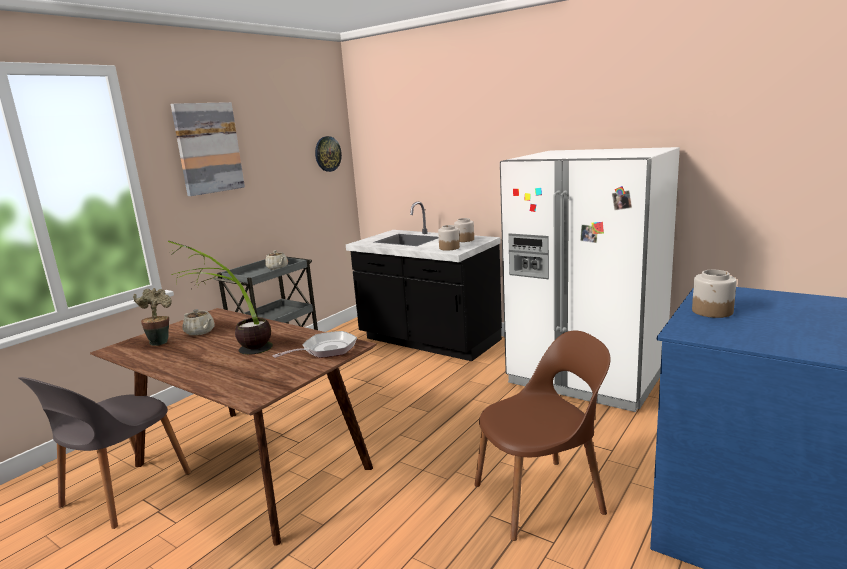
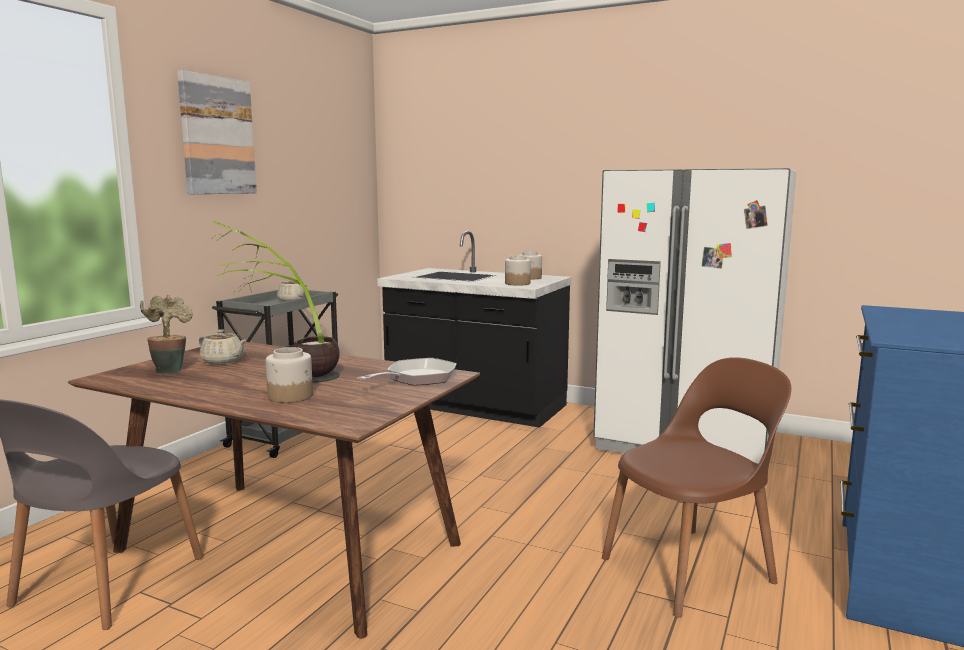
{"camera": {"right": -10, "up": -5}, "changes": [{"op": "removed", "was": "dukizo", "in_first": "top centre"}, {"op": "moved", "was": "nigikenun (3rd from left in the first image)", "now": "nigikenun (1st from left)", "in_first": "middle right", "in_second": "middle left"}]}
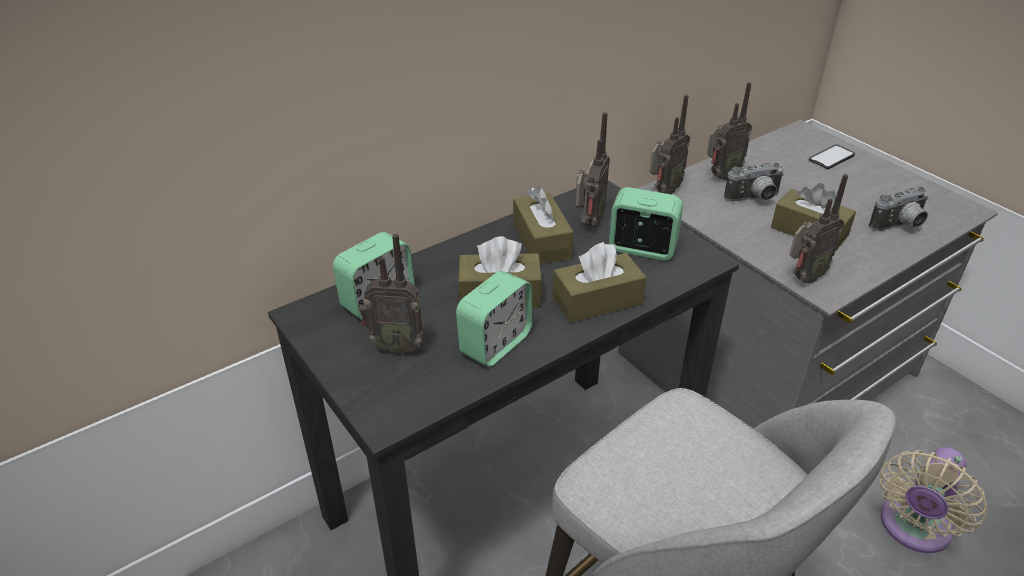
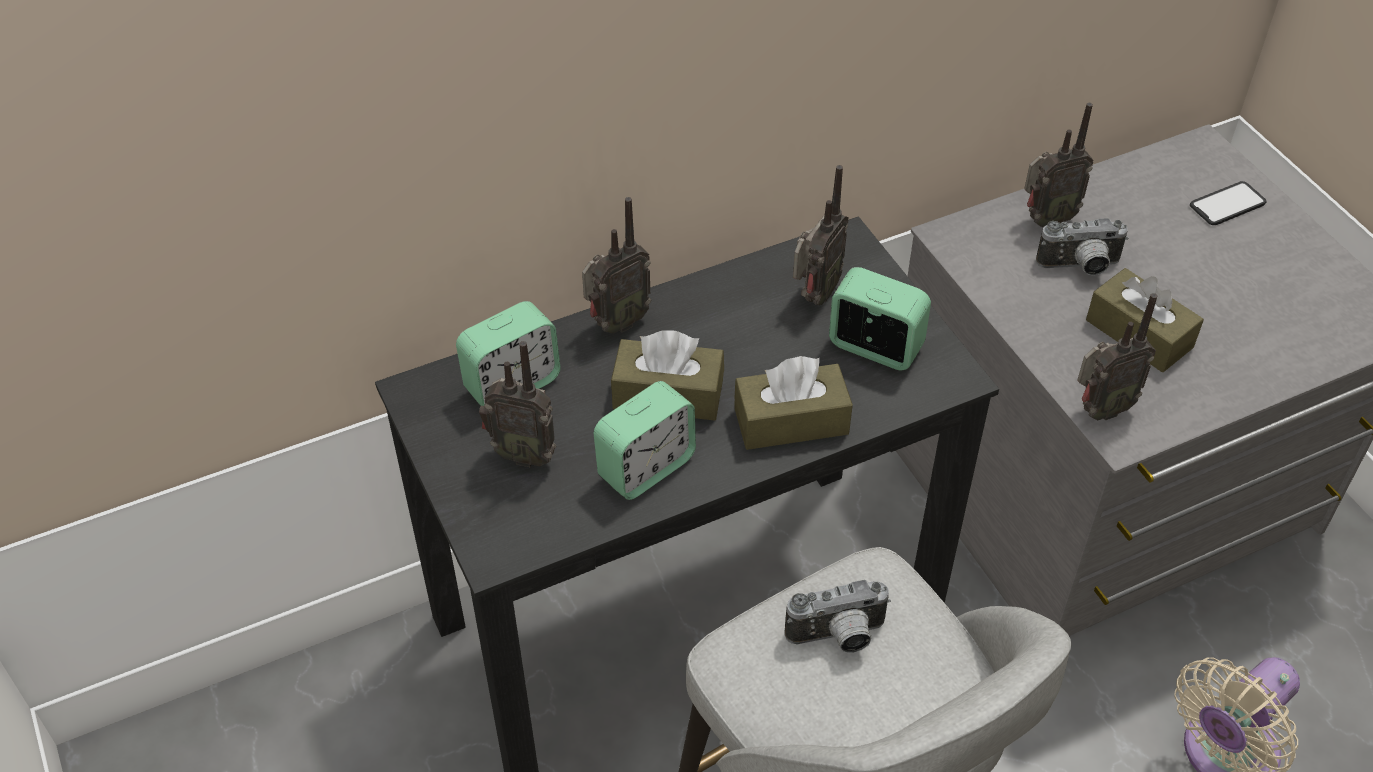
{"camera": {"right": 10, "up": 10}, "changes": [{"op": "removed", "was": "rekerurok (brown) (2nd from left)", "in_first": "centre"}, {"op": "moved", "was": "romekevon (3rd from left in the first image)", "now": "romekevon (2nd from left)", "in_first": "top centre", "in_second": "centre"}, {"op": "moved", "was": "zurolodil (2nd from left in the first image)", "now": "zurolodil (1st from left)", "in_first": "middle right", "in_second": "bottom centre"}]}
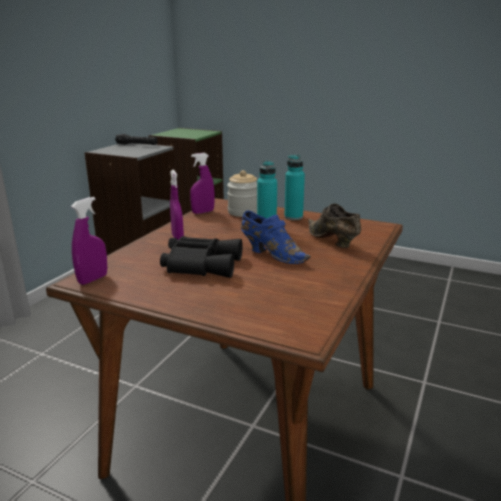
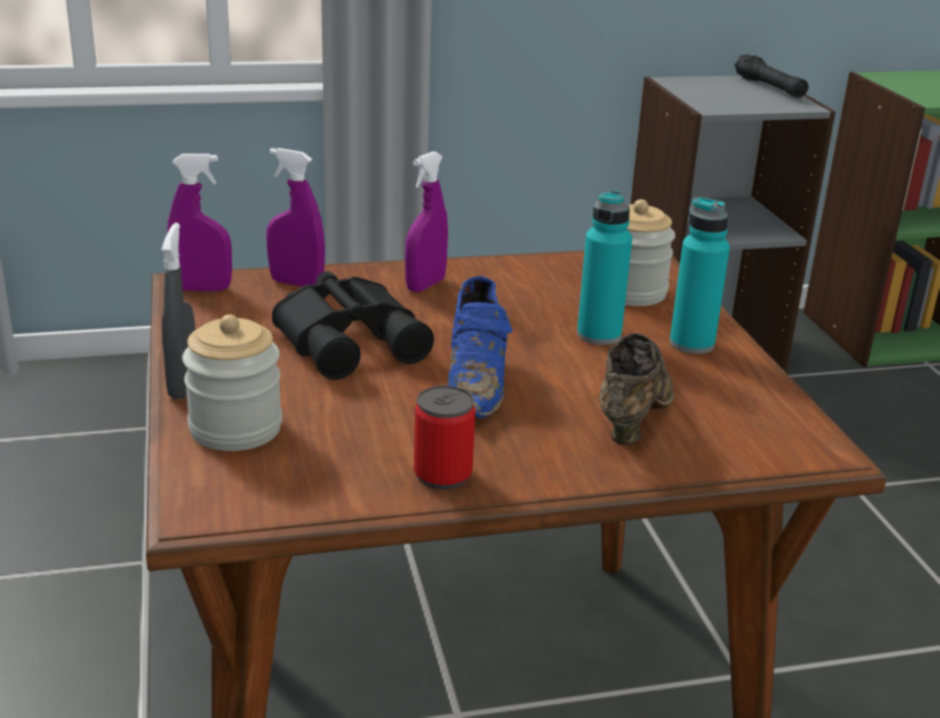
{"camera": {"right": 50, "up": 5}, "changes": [{"op": "moved", "was": "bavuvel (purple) (3rd from left in the first image)", "now": "bavuvel (purple) (2nd from left)", "in_first": "centre", "in_second": "top left"}, {"op": "added", "now": "bavuvel (grey)", "in_second": "middle left"}, {"op": "added", "now": "nigikenun (1st from left)", "in_second": "middle left"}, {"op": "added", "now": "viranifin", "in_second": "centre"}]}
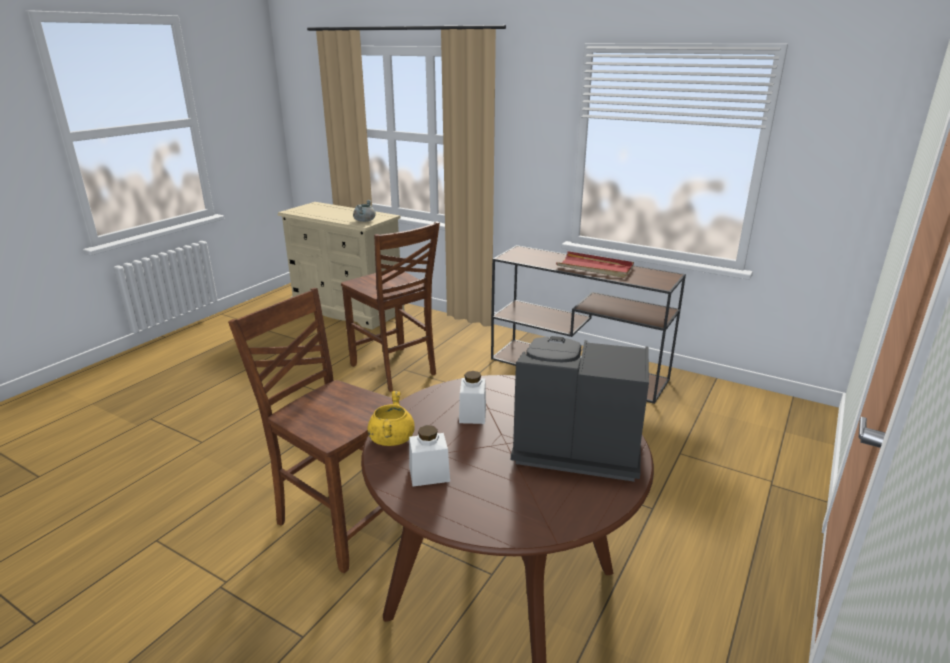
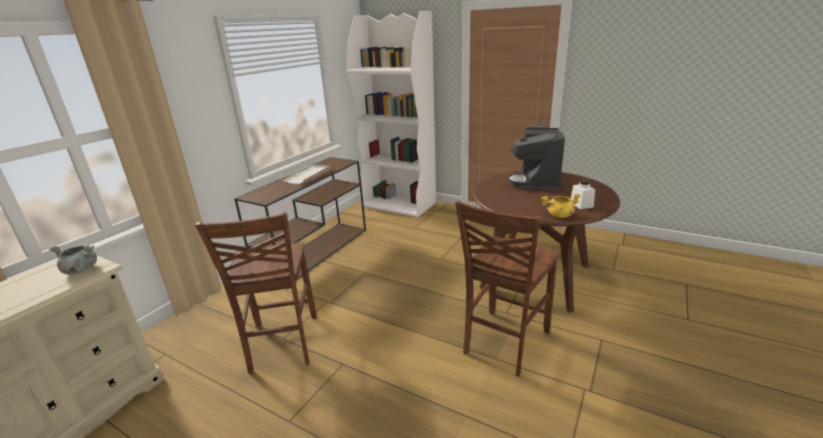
{"camera": {"right": -90, "up": 0}, "changes": [{"op": "turned", "was": "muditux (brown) (2nd from left in the first image)", "in_first": "centre", "in_second": "bottom left", "clockwise": 120}, {"op": "removed", "was": "nigikenun (white) (2nd from left)", "in_first": "centre"}, {"op": "recoloured", "was": "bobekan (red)", "now": "bobekan (white)", "in_first": "centre", "in_second": "centre"}, {"op": "added", "now": "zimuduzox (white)", "in_second": "top centre"}]}
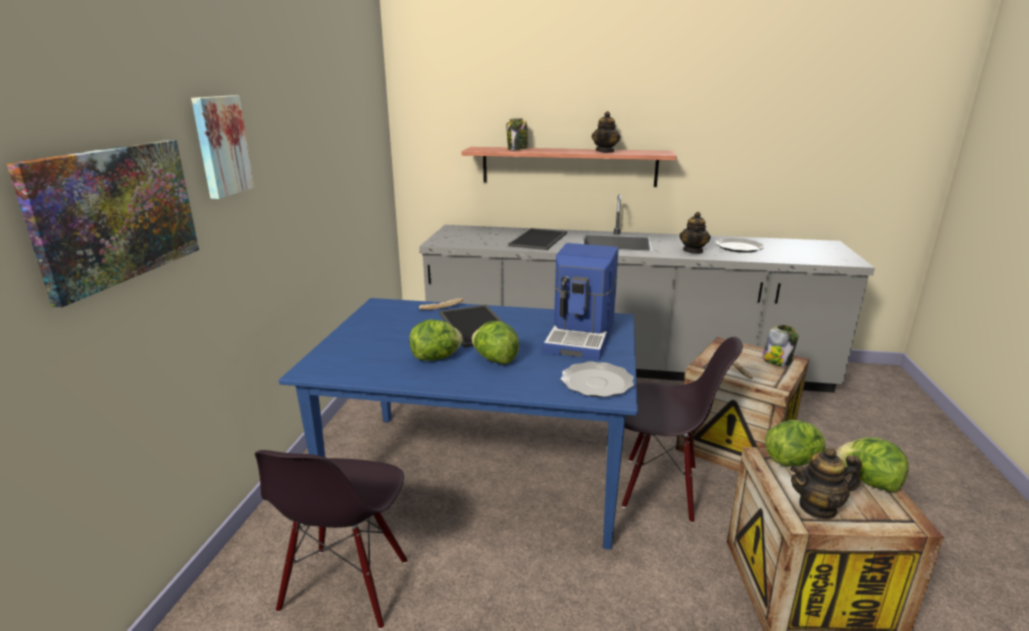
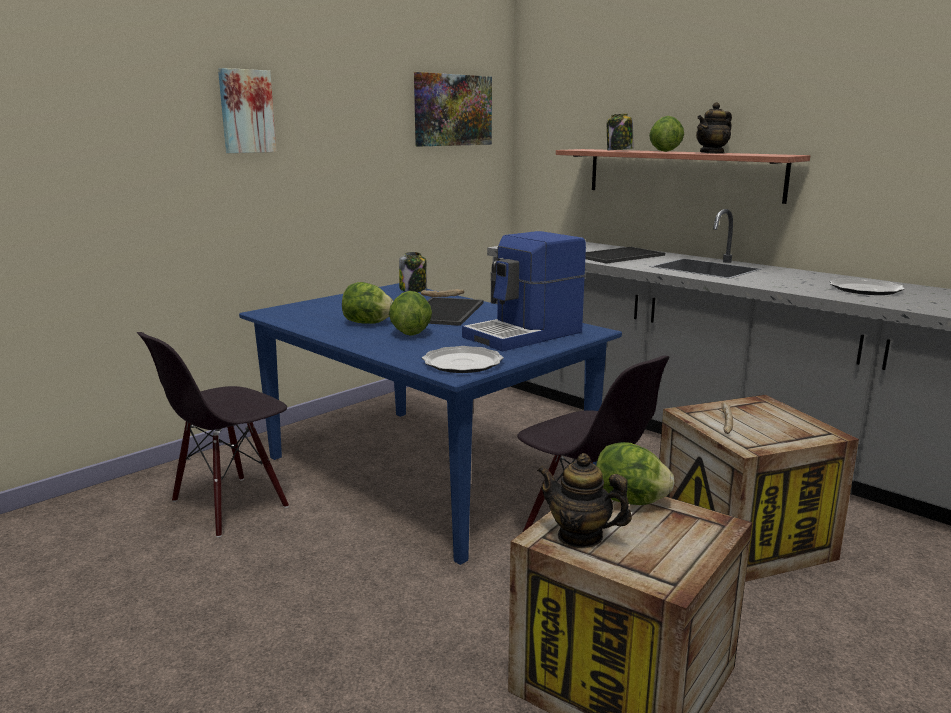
{"camera": {"right": 35, "up": -5}, "changes": [{"op": "moved", "was": "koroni (1st from left in the first image)", "now": "koroni (2nd from left)", "in_first": "middle left", "in_second": "top centre"}, {"op": "removed", "was": "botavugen (2nd from left)", "in_first": "middle right"}, {"op": "moved", "was": "nigikenun (2nd from left in the first image)", "now": "nigikenun (1st from left)", "in_first": "middle right", "in_second": "centre"}, {"op": "moved", "was": "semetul (4th from left)", "in_first": "bottom right", "in_second": "top right"}]}
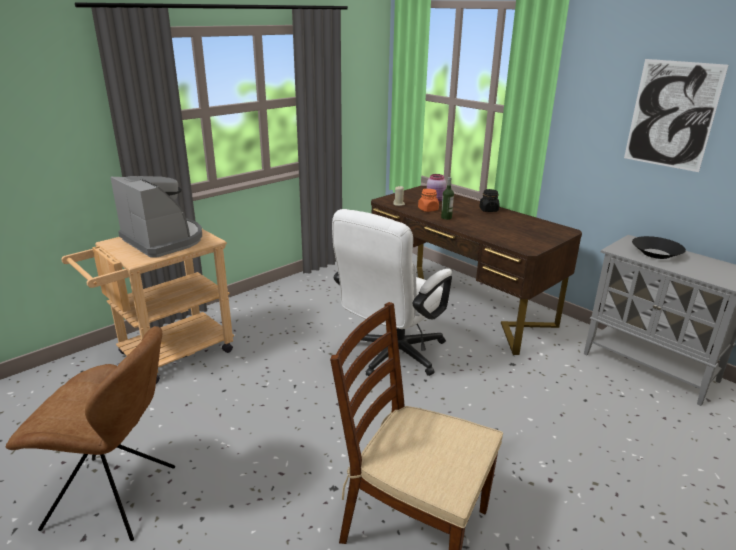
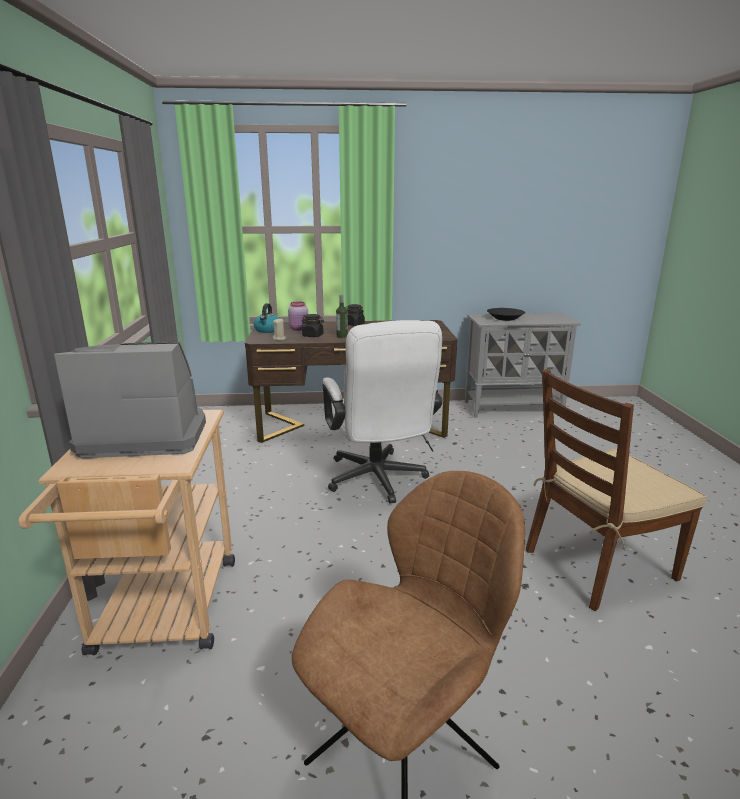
{"camera": {"right": -50, "up": -5}, "changes": [{"op": "recoloured", "was": "nigikenun (orange)", "now": "nigikenun (black) (1st from left)", "in_first": "centre", "in_second": "centre"}, {"op": "removed", "was": "koroni", "in_first": "top right"}, {"op": "added", "now": "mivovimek", "in_second": "centre"}]}
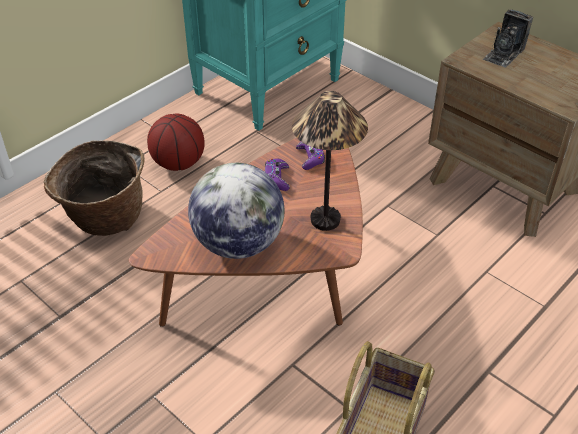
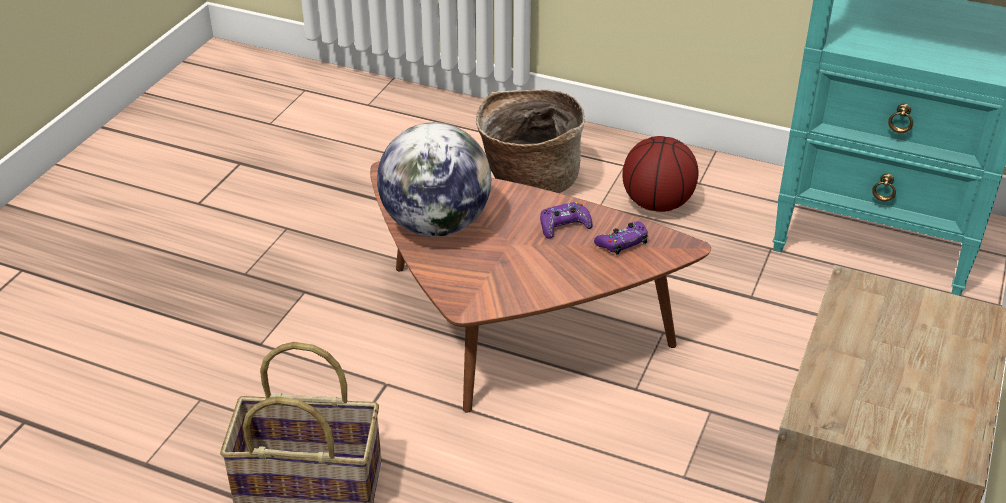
{"camera": {"right": 70, "up": -5}, "changes": [{"op": "removed", "was": "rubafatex", "in_first": "centre"}, {"op": "removed", "was": "zurolodil", "in_first": "top right"}]}
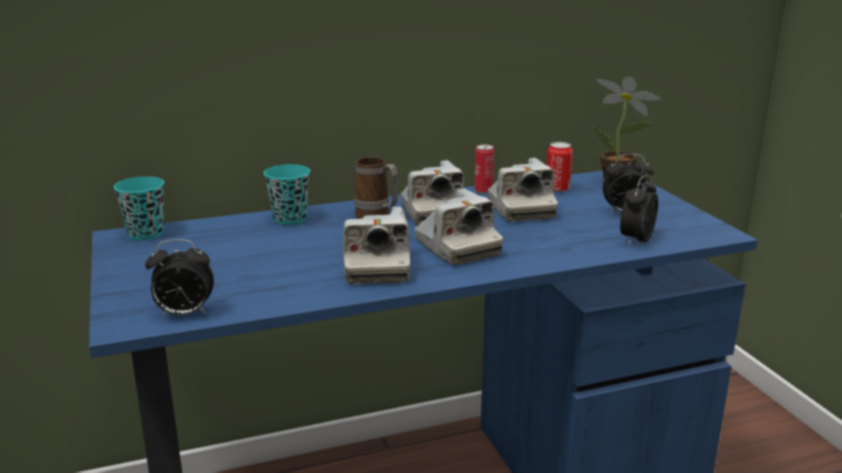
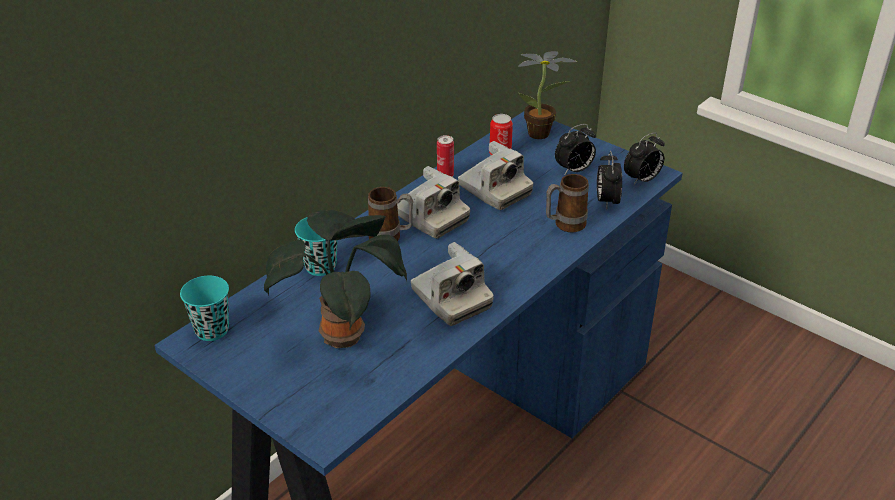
{"camera": {"right": -30, "up": 15}, "changes": [{"op": "moved", "was": "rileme (1st from left in the first image)", "now": "rileme (3rd from left)", "in_first": "middle left", "in_second": "top right"}, {"op": "removed", "was": "zurolodil (3rd from left)", "in_first": "centre"}, {"op": "added", "now": "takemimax (1st from left)", "in_second": "centre"}, {"op": "added", "now": "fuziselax (2nd from left)", "in_second": "centre"}]}
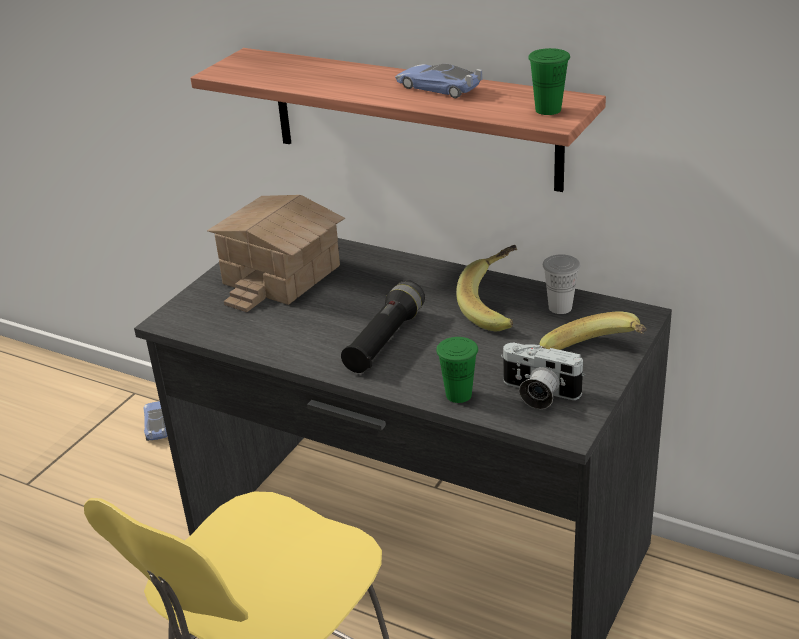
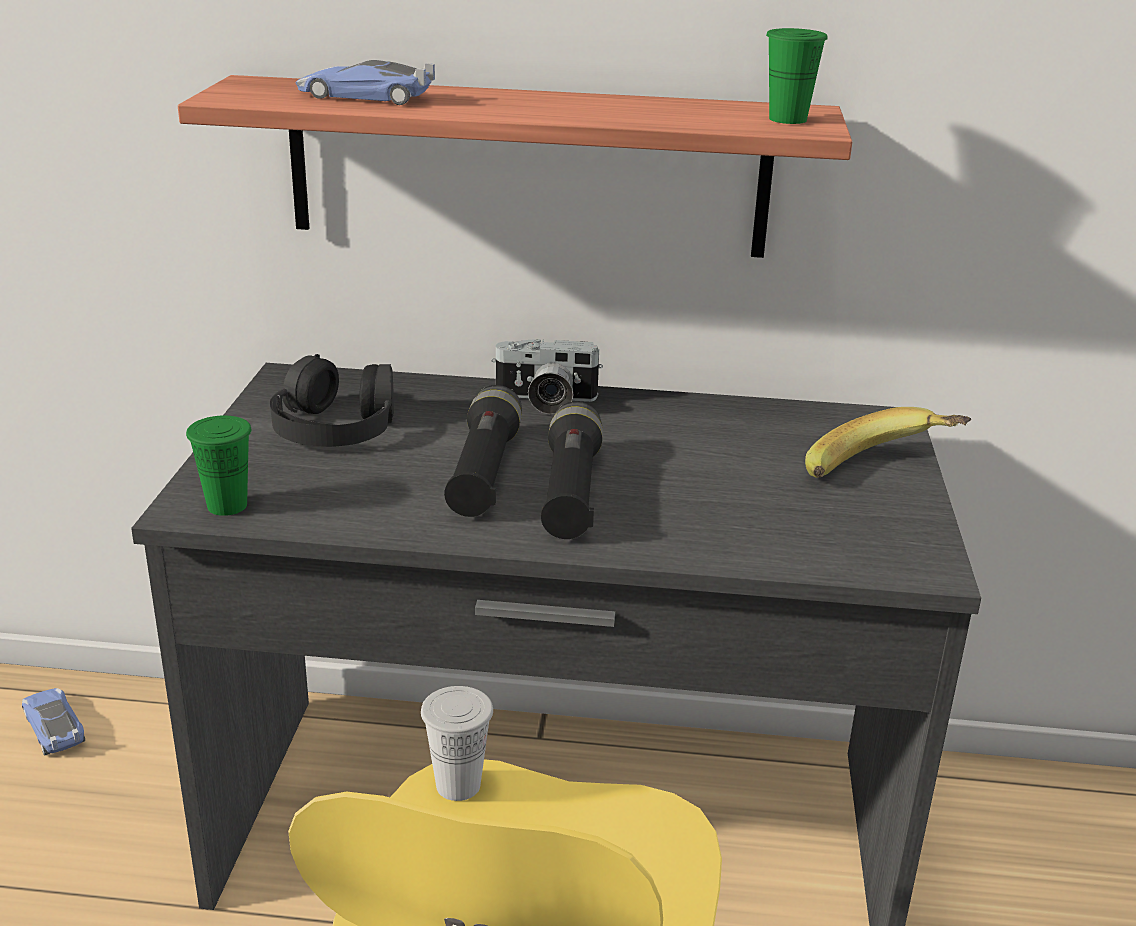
{"camera": {"right": -25, "up": -5}, "changes": [{"op": "replaced", "was": "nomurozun", "now": "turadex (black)", "in_first": "centre", "in_second": "middle left"}, {"op": "moved", "was": "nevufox (2nd from left)", "in_first": "top centre", "in_second": "top left"}, {"op": "moved", "was": "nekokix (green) (1st from left)", "in_first": "centre", "in_second": "middle left"}, {"op": "removed", "was": "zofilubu (1st from left)", "in_first": "centre"}, {"op": "moved", "was": "zurolodil", "in_first": "middle right", "in_second": "centre"}, {"op": "moved", "was": "nekokix (white)", "in_first": "middle right", "in_second": "bottom centre"}, {"op": "added", "now": "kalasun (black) (1st from left)", "in_second": "centre"}]}
